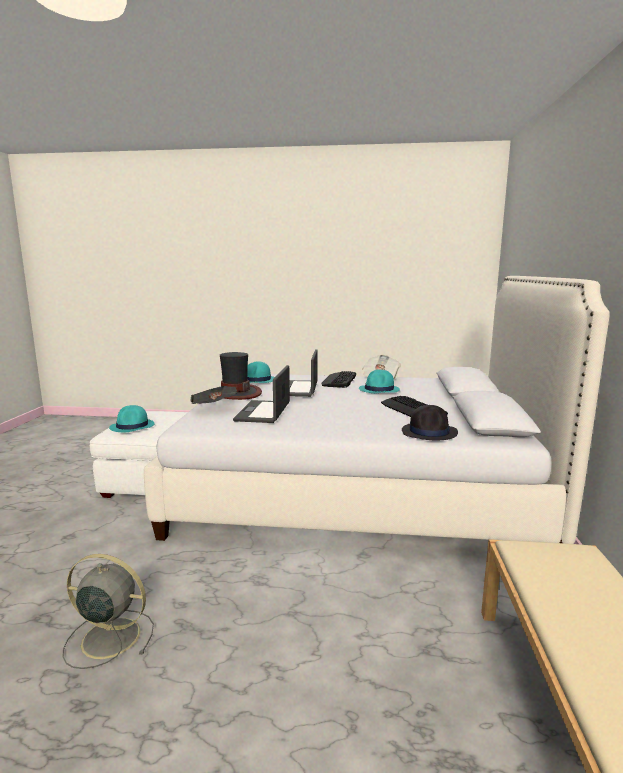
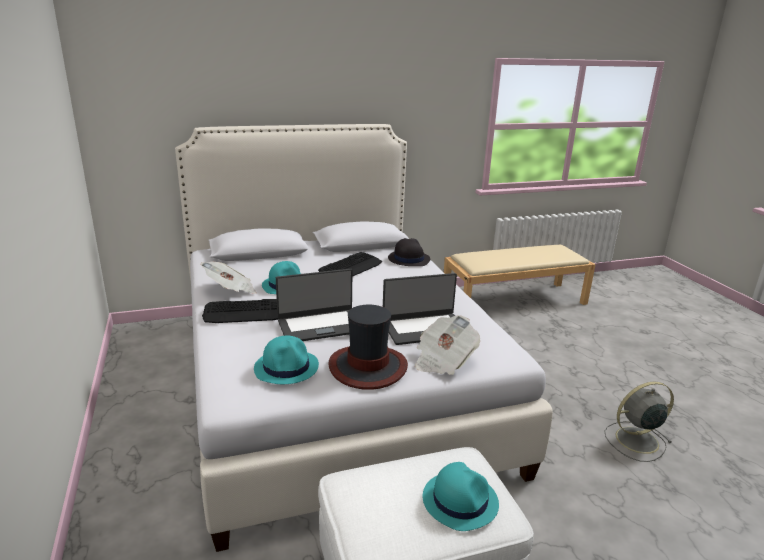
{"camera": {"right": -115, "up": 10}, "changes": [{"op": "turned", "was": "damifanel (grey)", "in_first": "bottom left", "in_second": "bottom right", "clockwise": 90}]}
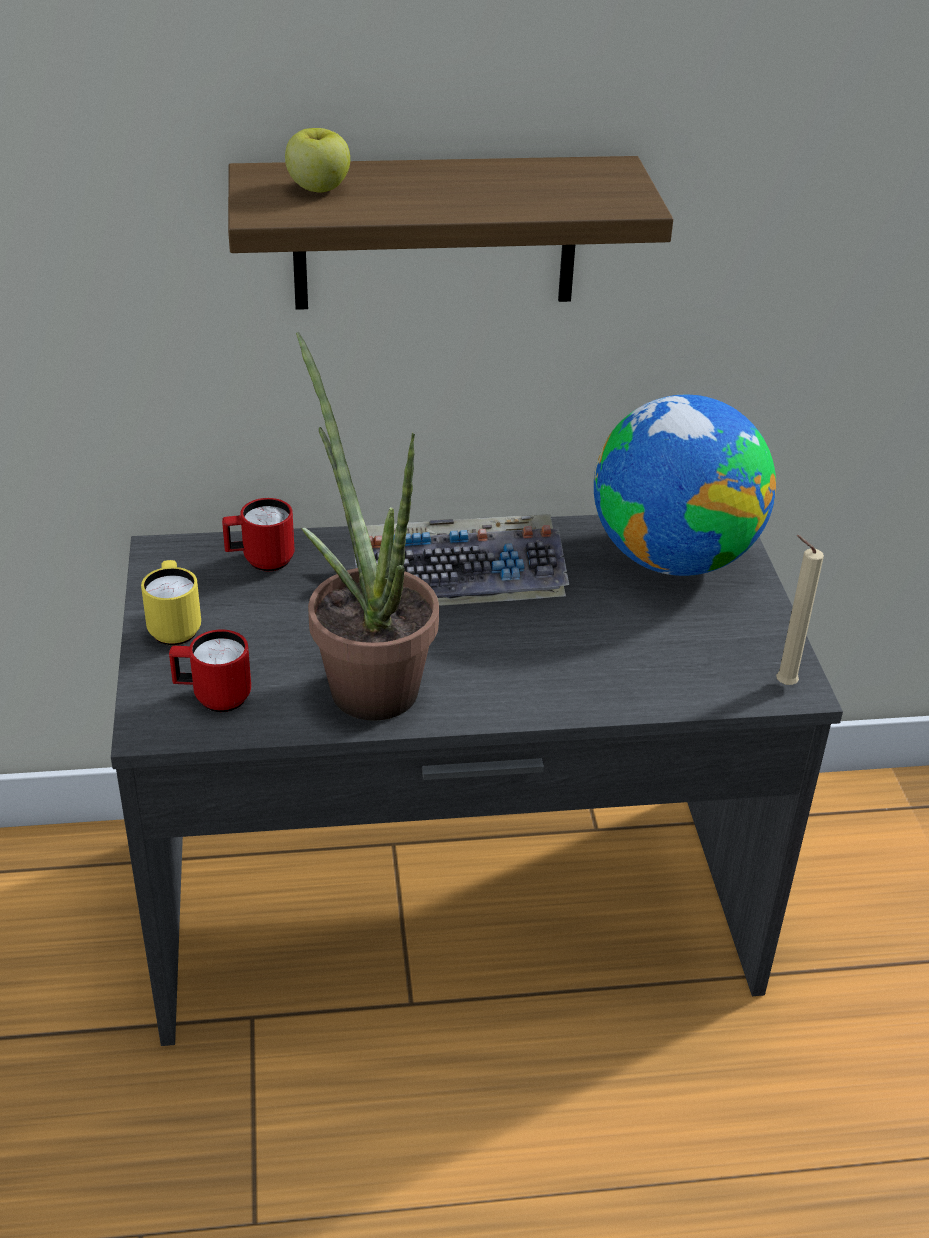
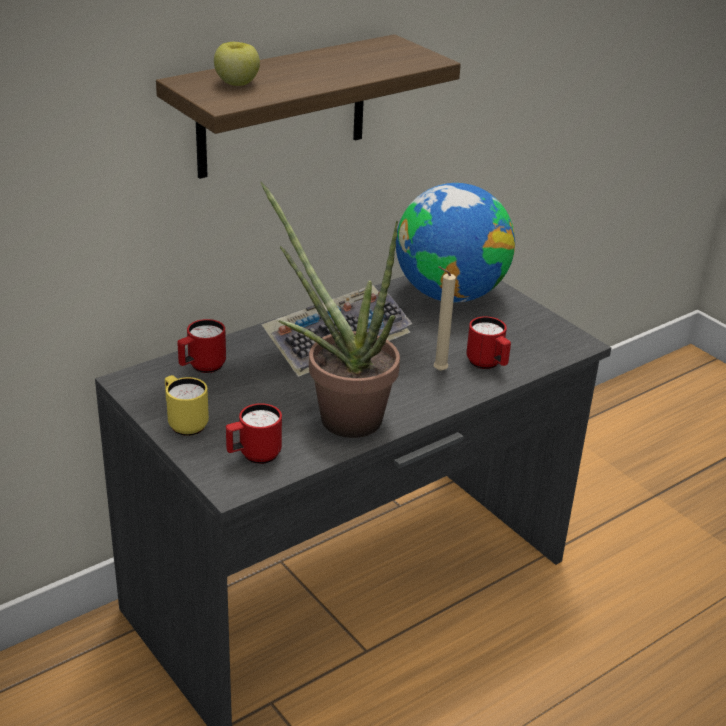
{"camera": {"right": -30, "up": -5}, "changes": [{"op": "moved", "was": "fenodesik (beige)", "in_first": "middle right", "in_second": "centre"}, {"op": "added", "now": "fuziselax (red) (3rd from left)", "in_second": "middle right"}]}
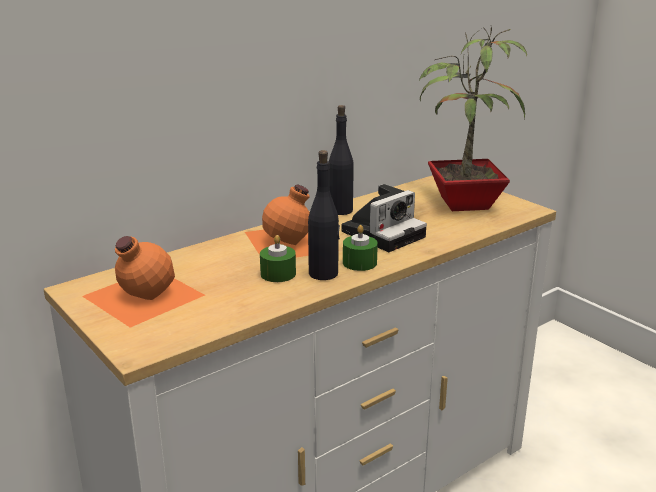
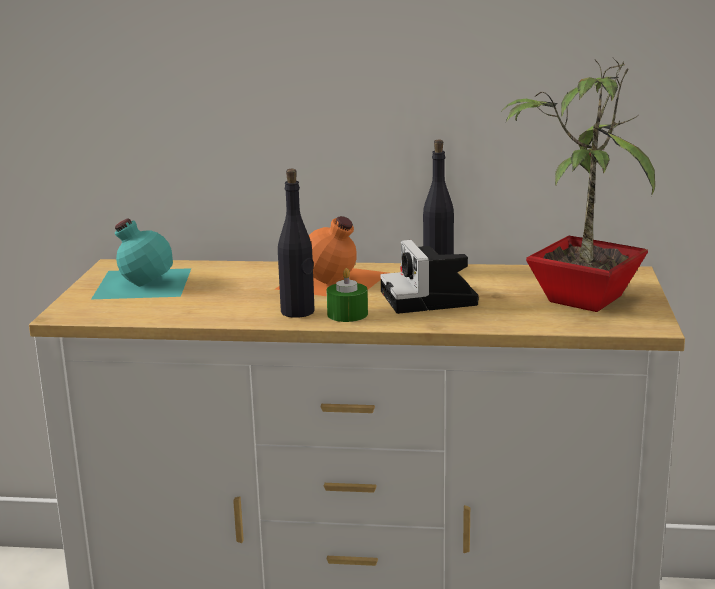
{"camera": {"right": 45, "up": -5}, "changes": [{"op": "recoloured", "was": "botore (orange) (1st from left)", "now": "botore (turquoise)", "in_first": "middle left", "in_second": "middle left"}, {"op": "removed", "was": "fenodesik (green) (1st from left)", "in_first": "centre"}, {"op": "turned", "was": "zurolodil", "in_first": "centre", "in_second": "centre", "clockwise": 75}]}
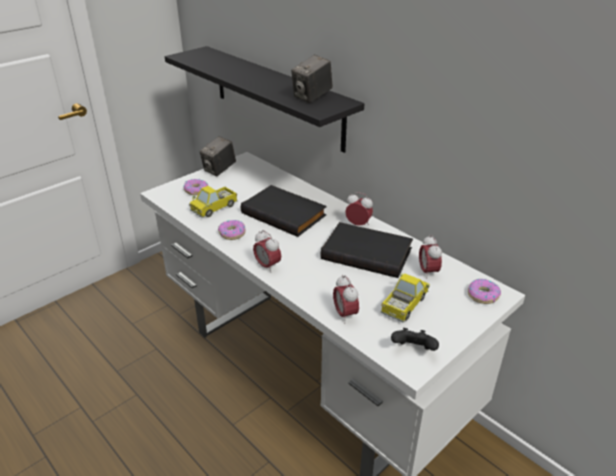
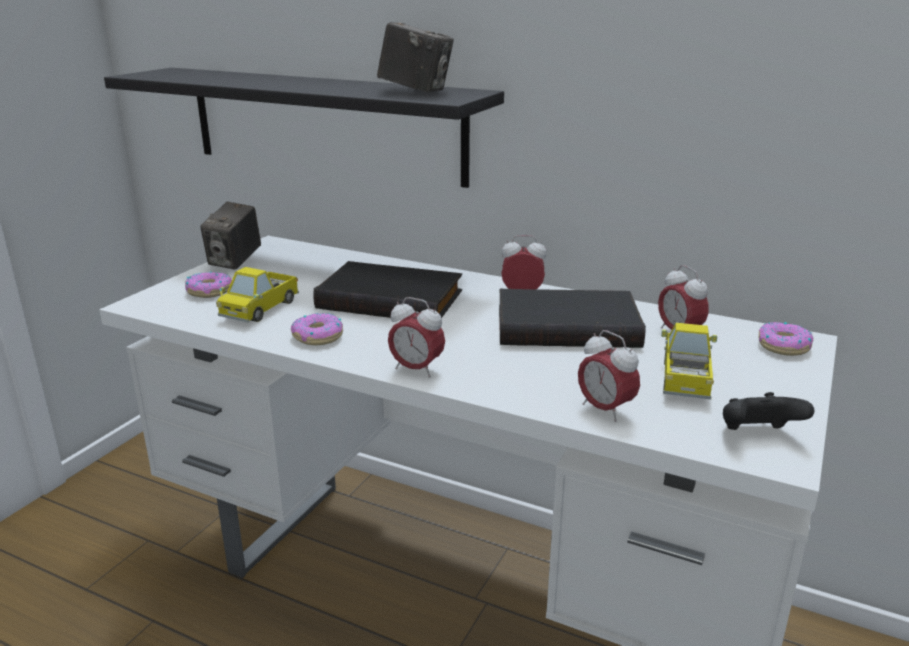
{"camera": {"right": -20, "up": -10}, "changes": [{"op": "turned", "was": "zurolodil (2nd from left)", "in_first": "top centre", "in_second": "top centre", "clockwise": -90}]}
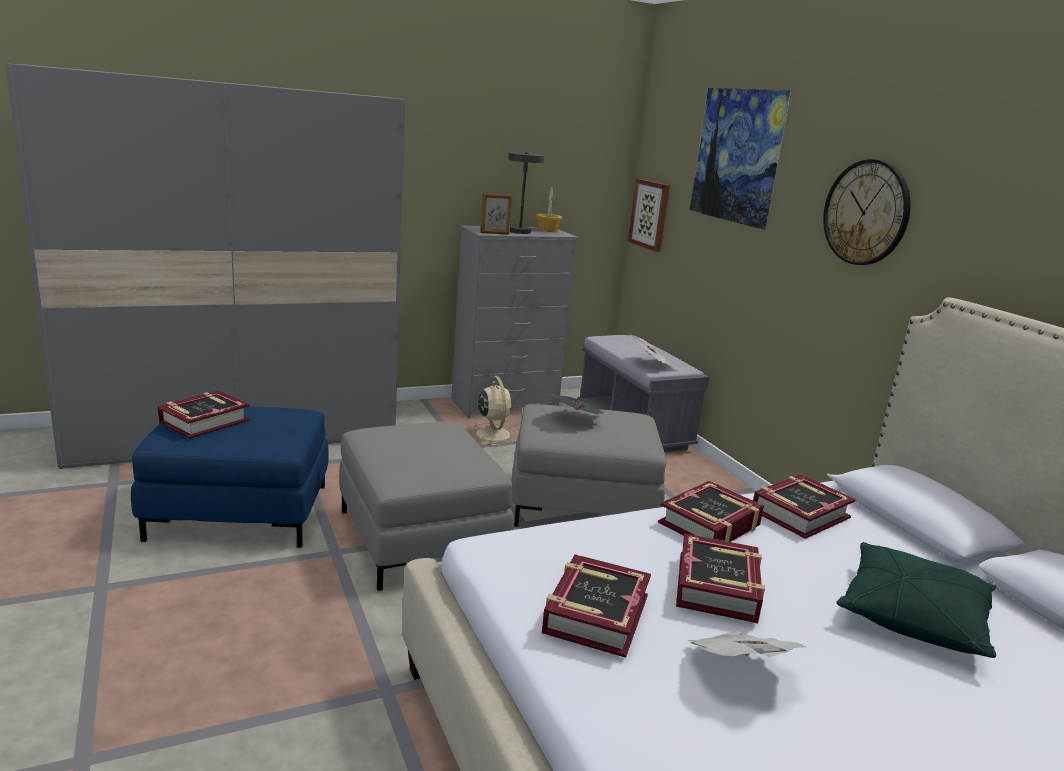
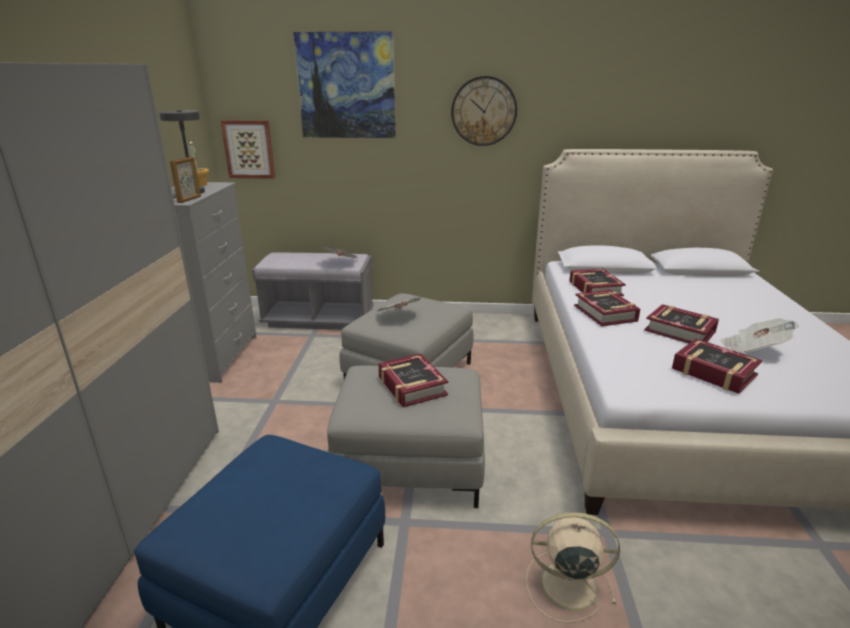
{"camera": {"right": -60, "up": 5}, "changes": [{"op": "moved", "was": "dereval (1st from left)", "in_first": "middle left", "in_second": "centre"}, {"op": "moved", "was": "damifanel (beige)", "in_first": "centre", "in_second": "bottom right"}, {"op": "removed", "was": "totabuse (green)", "in_first": "bottom right"}]}
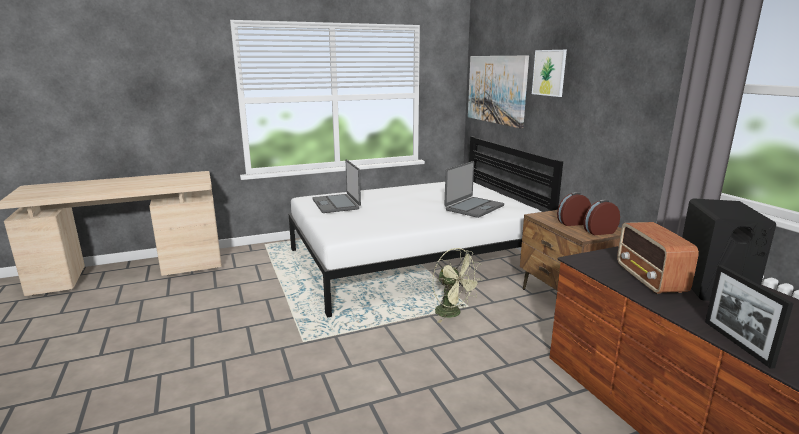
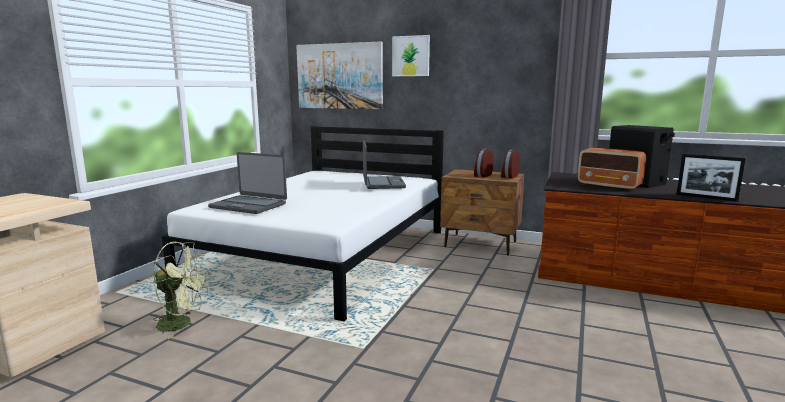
{"camera": {"right": -45, "up": -5}, "changes": [{"op": "moved", "was": "damifanel (green)", "in_first": "centre", "in_second": "bottom left"}]}
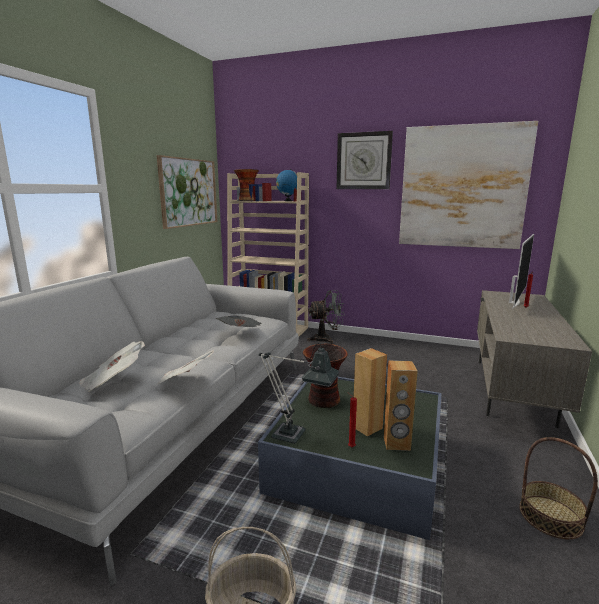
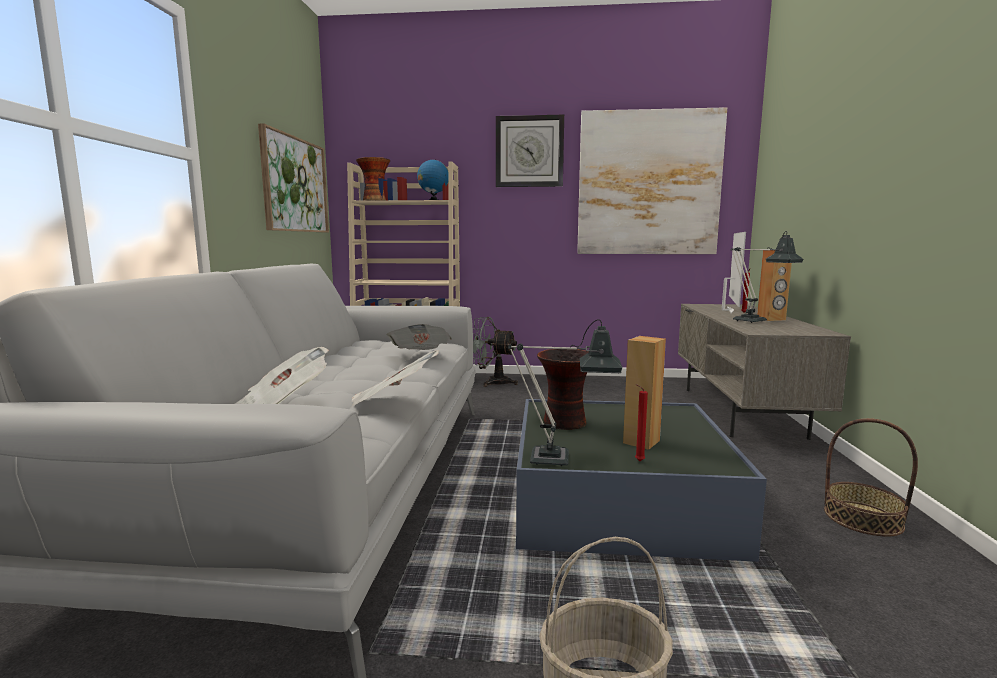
{"camera": {"right": -15, "up": -5}, "changes": [{"op": "turned", "was": "damifanel (grey)", "in_first": "centre", "in_second": "centre", "clockwise": -135}, {"op": "moved", "was": "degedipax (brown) (2nd from left)", "in_first": "bottom right", "in_second": "middle right"}, {"op": "added", "now": "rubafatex (2nd from left)", "in_second": "middle right"}]}
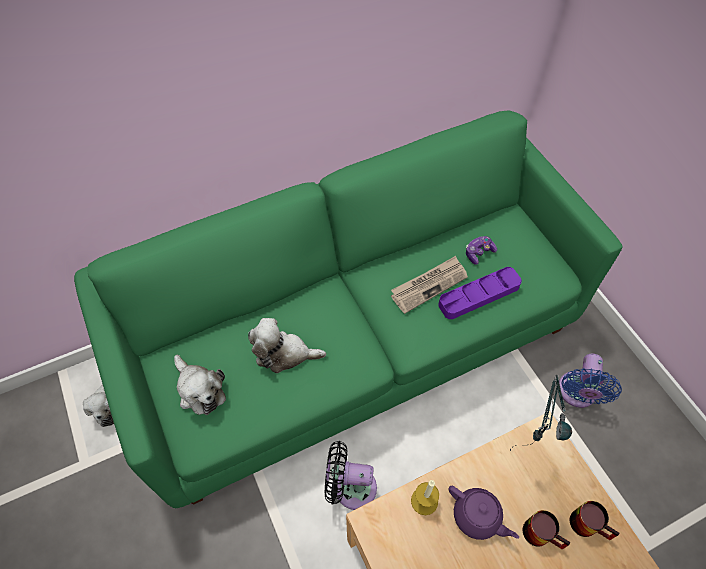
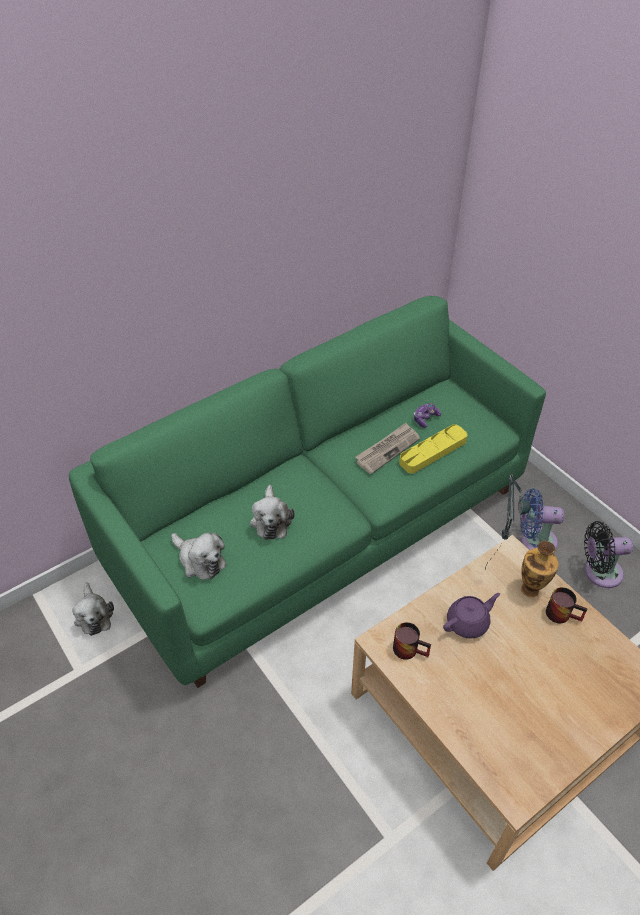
{"camera": {"right": -10, "up": -10}, "changes": [{"op": "turned", "was": "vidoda (3rd from left)", "in_first": "centre", "in_second": "centre", "clockwise": -90}, {"op": "moved", "was": "damifanel (black)", "in_first": "bottom centre", "in_second": "middle right"}, {"op": "removed", "was": "fenodesik", "in_first": "bottom centre"}, {"op": "recoloured", "was": "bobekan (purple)", "now": "bobekan (yellow)", "in_first": "middle right", "in_second": "middle right"}, {"op": "turned", "was": "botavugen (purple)", "in_first": "bottom right", "in_second": "bottom right", "clockwise": -60}, {"op": "moved", "was": "fuziselax (1st from left)", "in_first": "bottom right", "in_second": "bottom centre"}, {"op": "turned", "was": "damifanel (blue)", "in_first": "bottom right", "in_second": "middle right", "clockwise": 90}, {"op": "added", "now": "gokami", "in_second": "middle right"}]}
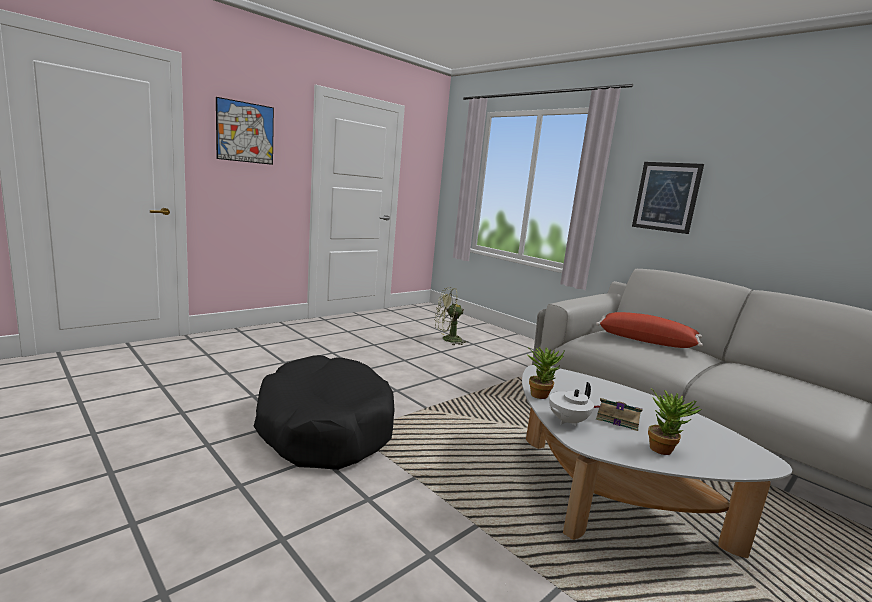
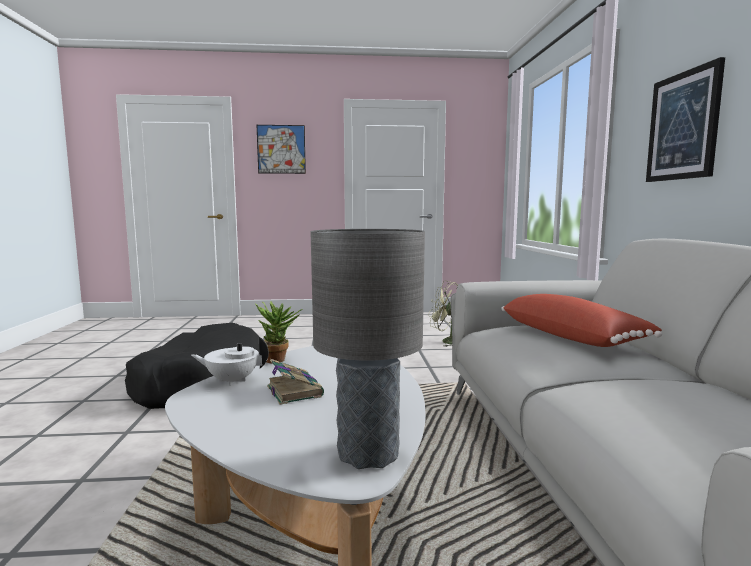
{"camera": {"right": 40, "up": -5}, "changes": [{"op": "removed", "was": "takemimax (2nd from left)", "in_first": "bottom right"}, {"op": "added", "now": "rubafatex (grey)", "in_second": "centre"}]}
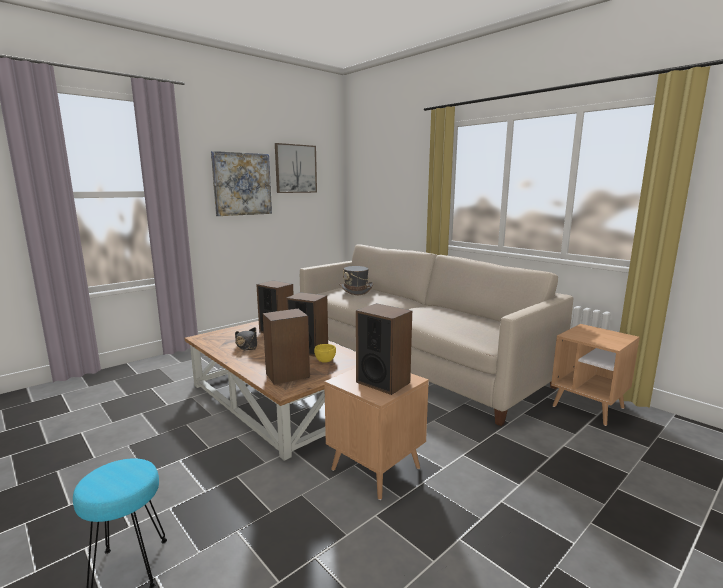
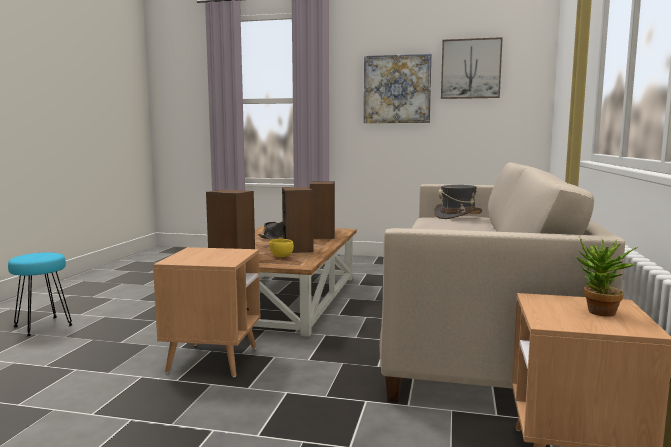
{"camera": {"right": 55, "up": -5}, "changes": [{"op": "removed", "was": "degedipax (4th from left)", "in_first": "centre"}, {"op": "added", "now": "takemimax", "in_second": "middle right"}]}
